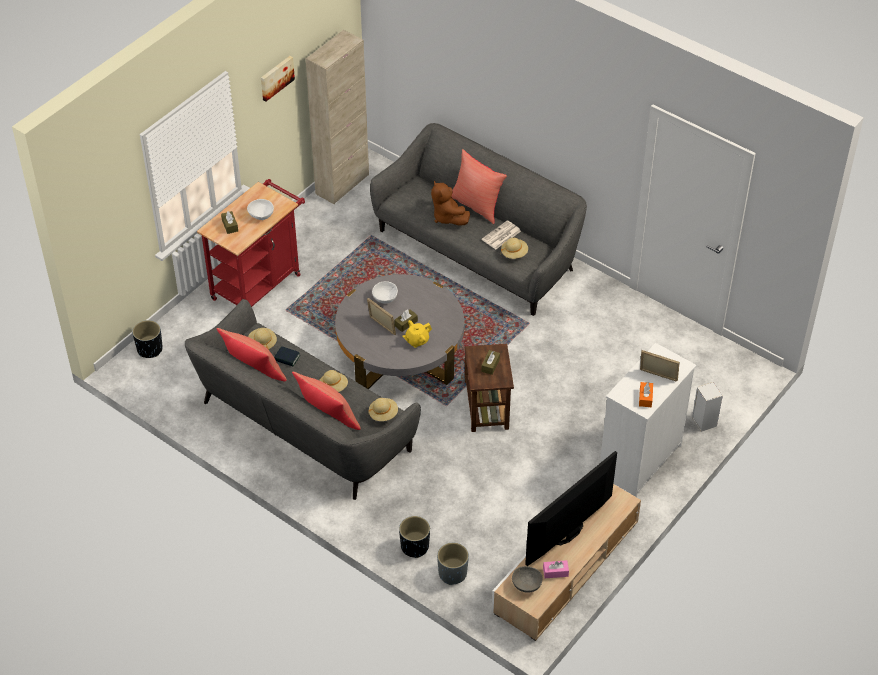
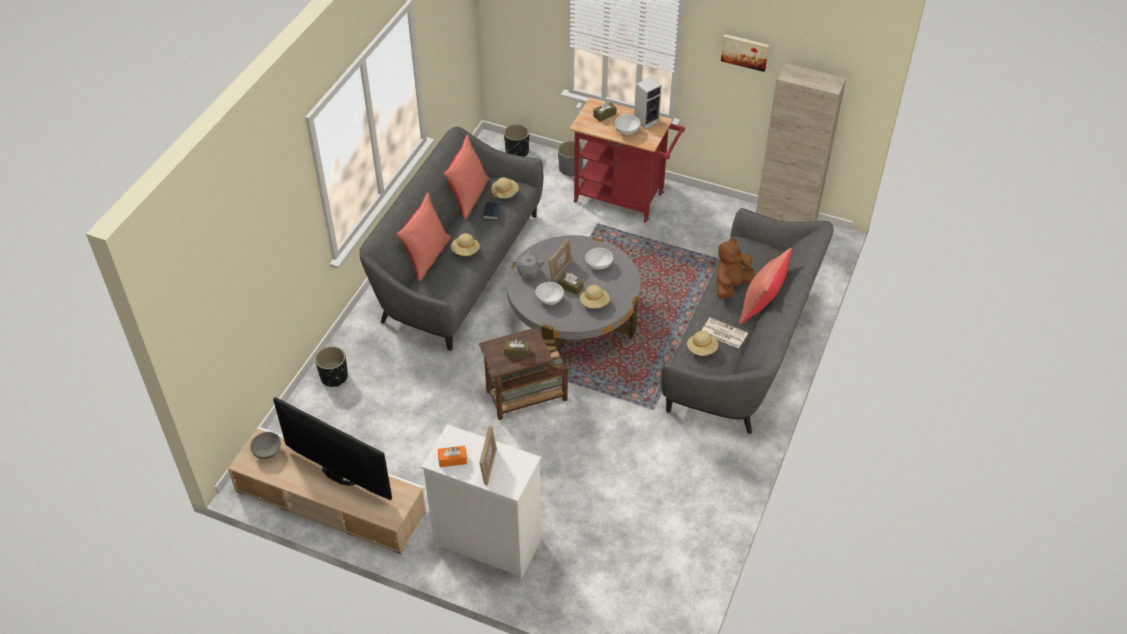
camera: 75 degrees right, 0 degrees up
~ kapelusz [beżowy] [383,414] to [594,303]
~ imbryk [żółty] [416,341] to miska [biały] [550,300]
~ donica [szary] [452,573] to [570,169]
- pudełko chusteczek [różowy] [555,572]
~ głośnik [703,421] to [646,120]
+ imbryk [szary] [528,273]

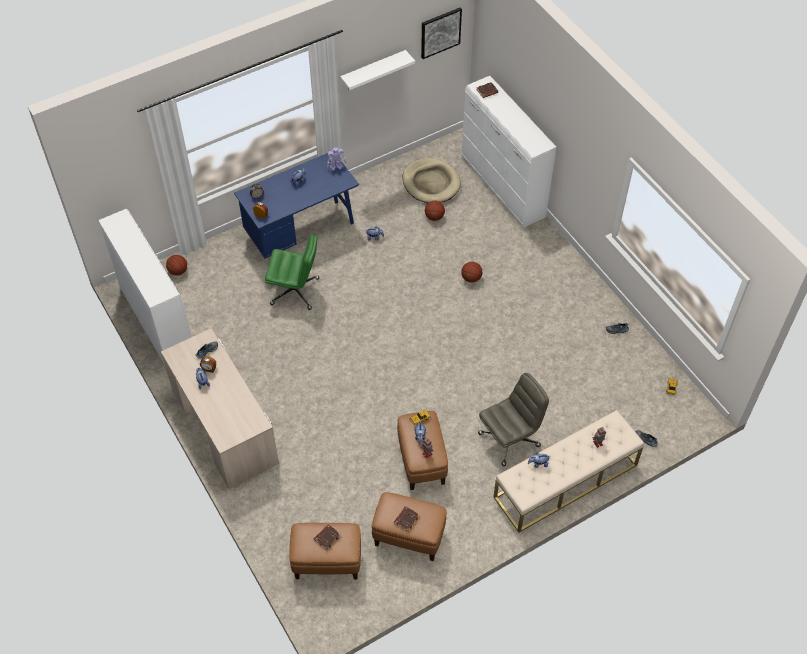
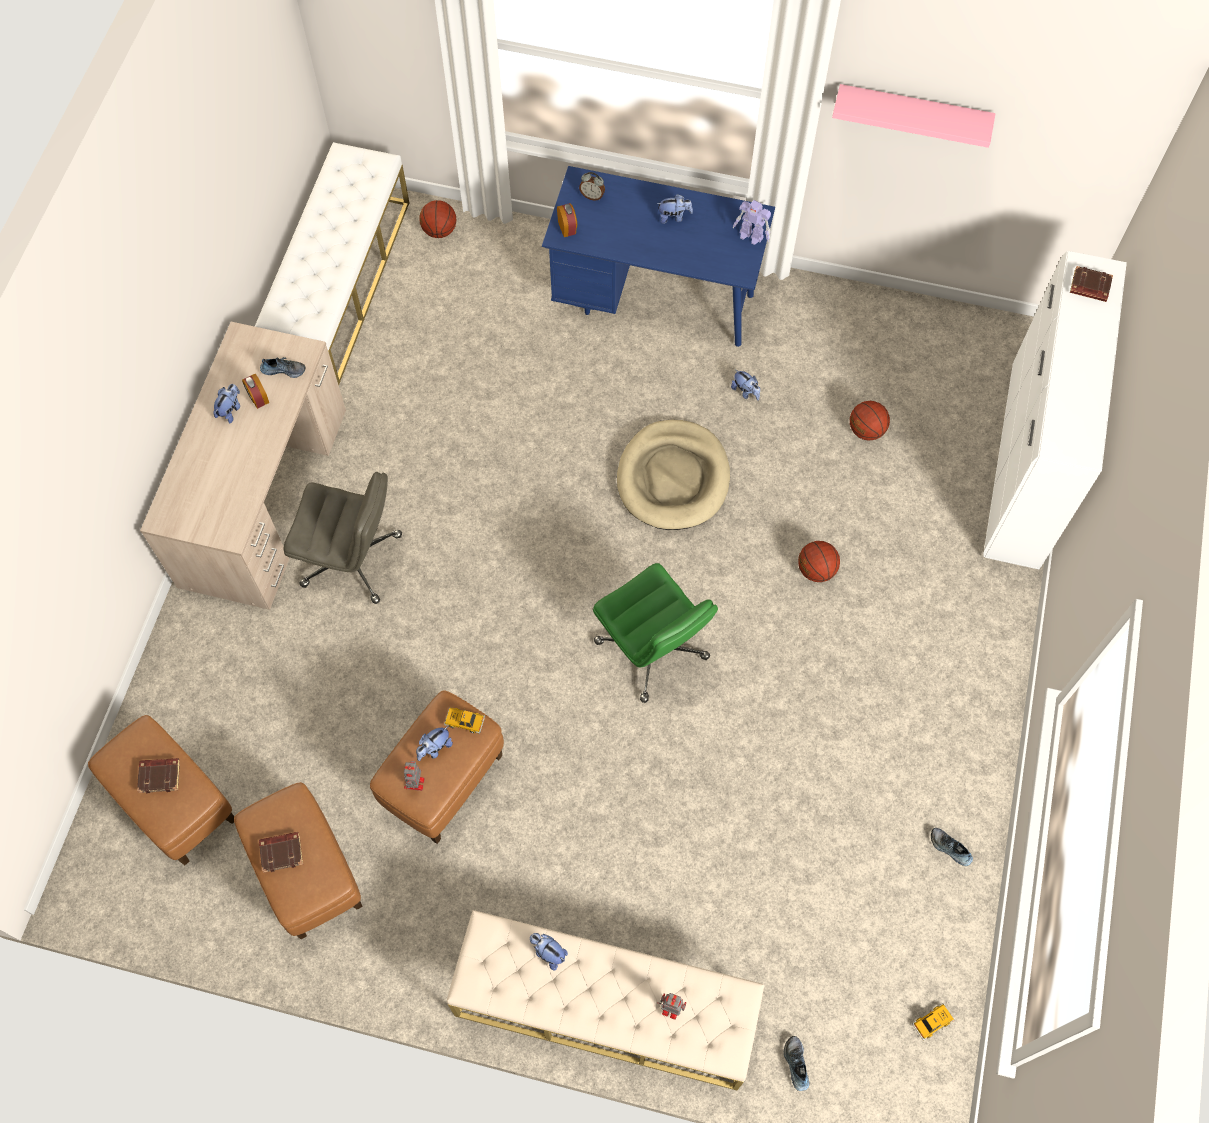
camera: 45 degrees right, 10 degrees up
~ komoda [biały] [158,323] to ławka [biały] [341,283]
~ krzesło biurowe [zielony] [295,291] to [653,650]
~ półka [biały] [373,70] to półka [różowy] [913,113]
~ legowisko [beżowy] [431,183] to [673,478]
- obraz [440,32]
~ krzesło biurowe [szary] [509,439] to [353,560]

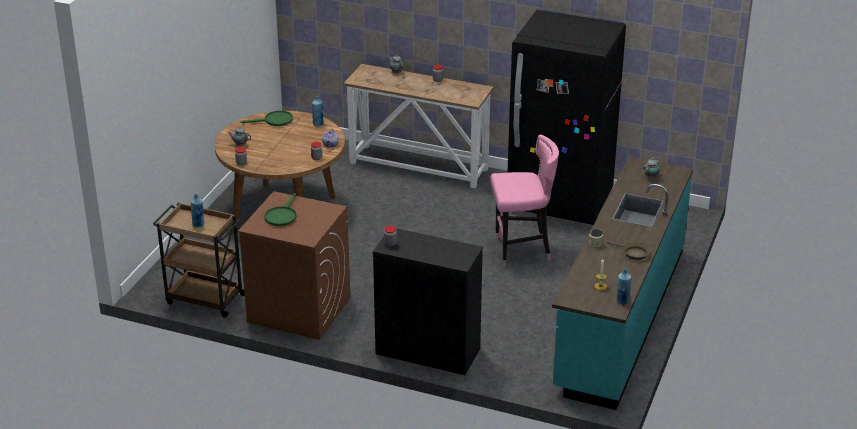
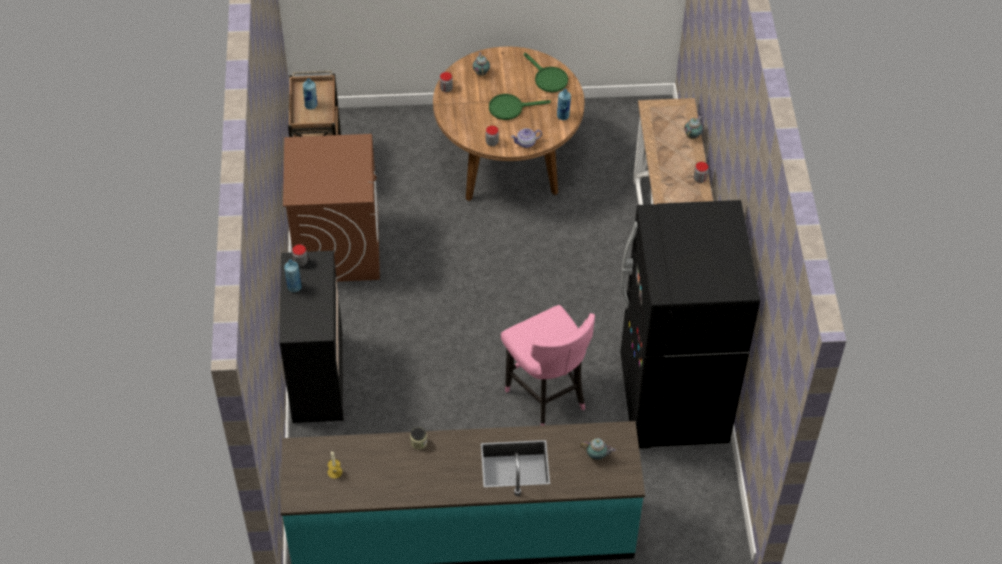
camera: 65 degrees right, 20 degrees up
~ patelnia [zielony] [282,216] to [510,108]
- patelnia [brązowy] [633,253]
~ butelka [niebieski] [622,301] to [294,287]

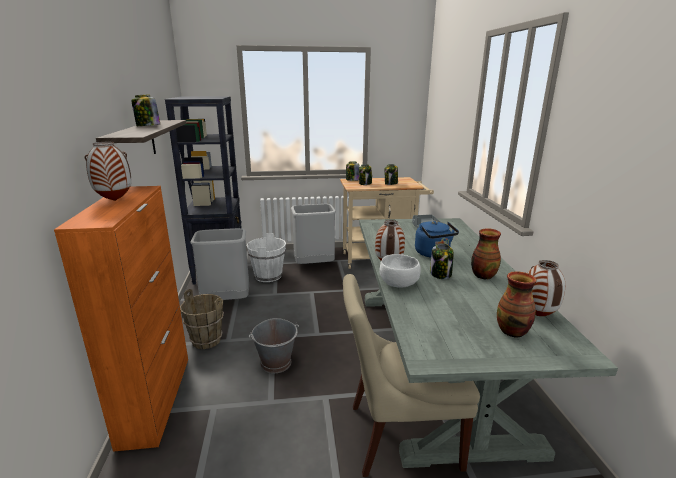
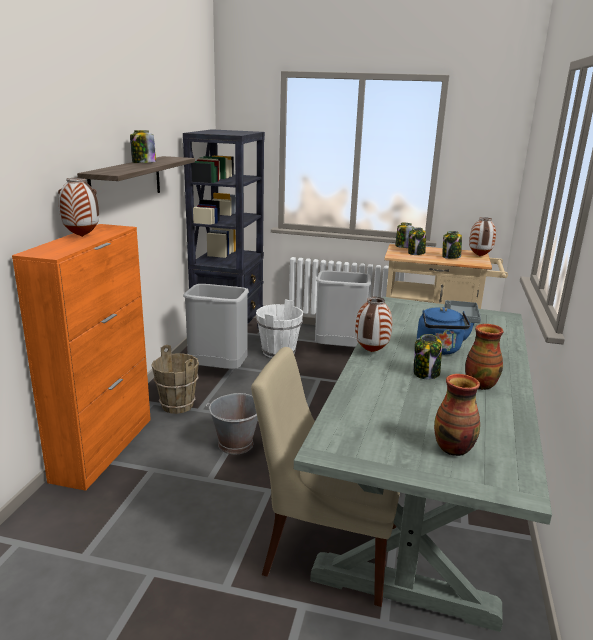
camera: 20 degrees right, 0 degrees up
- miska [biały] [399,283]
~ wazon [538,316] to [480,256]

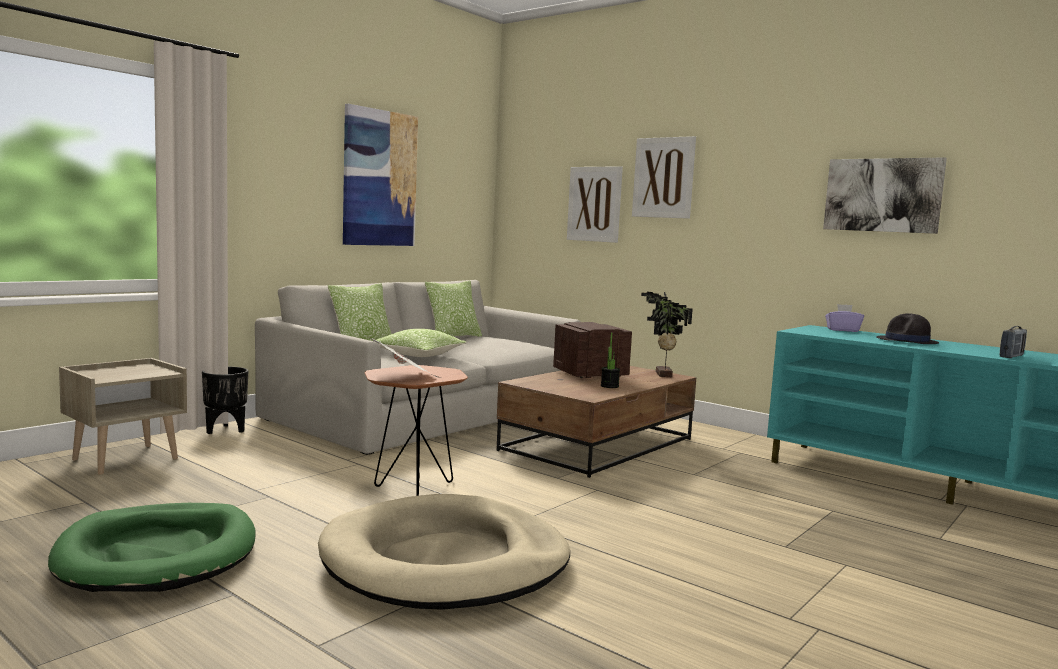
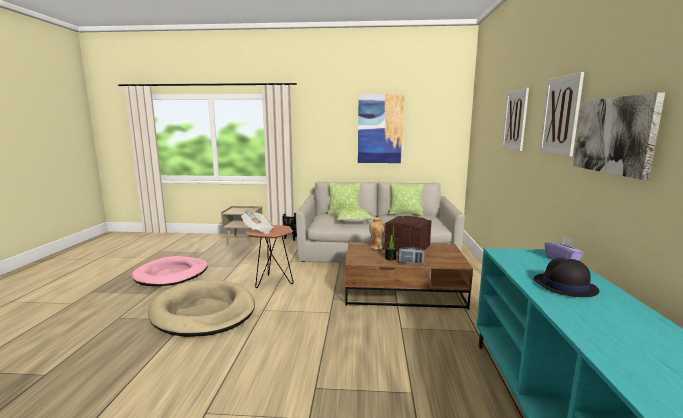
camera: 55 degrees right, 5 degrees up
~ legowisko [zielony] [158,554] to legowisko [różowy] [172,274]
~ obraz [594,204] to [560,116]
- roślina doniczkowa [662,374]
~ radio [1011,356] to [411,263]
+ wazon [376,247]

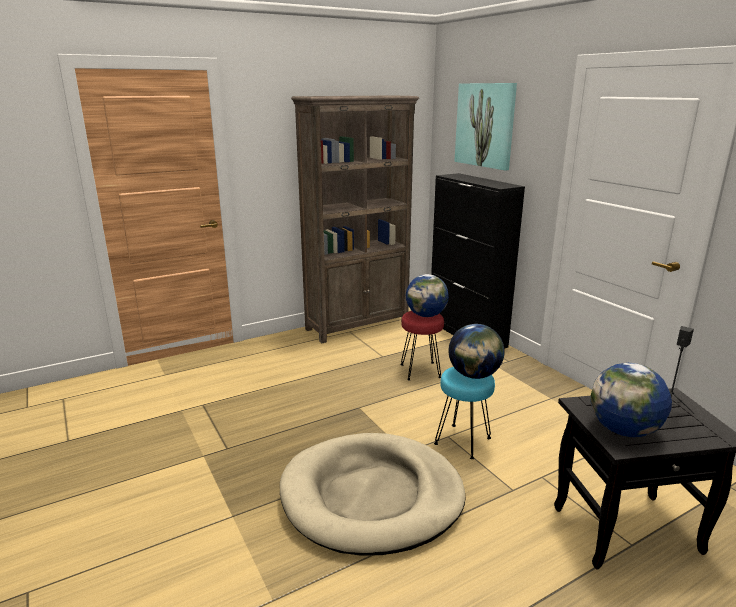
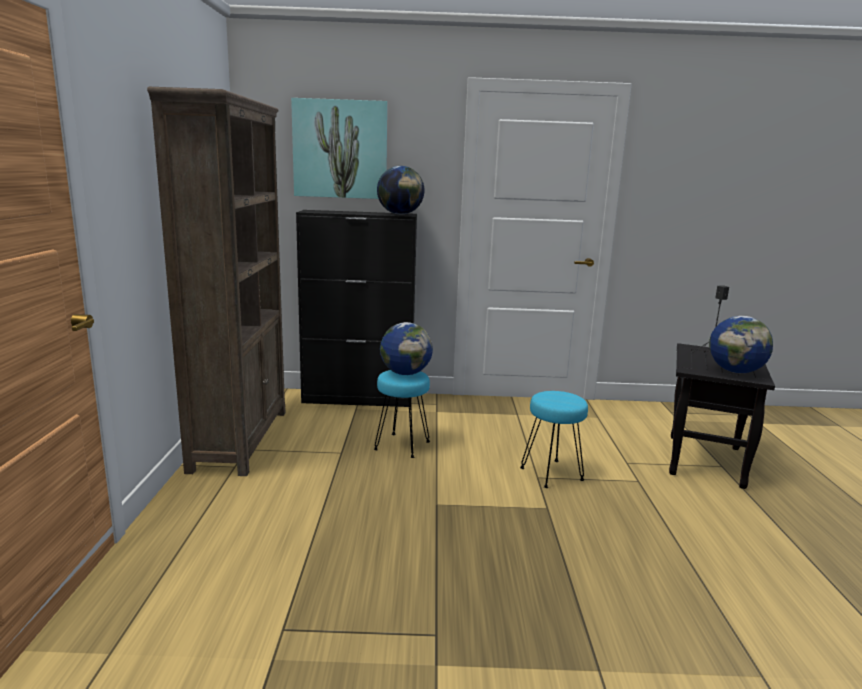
camera: 60 degrees left, 5 degrees down
- legowisko [beżowy] [372,496]
~ stołek [czerwony] [420,371] to stołek [turkusowy] [401,445]
~ globus [474,375] to [400,214]

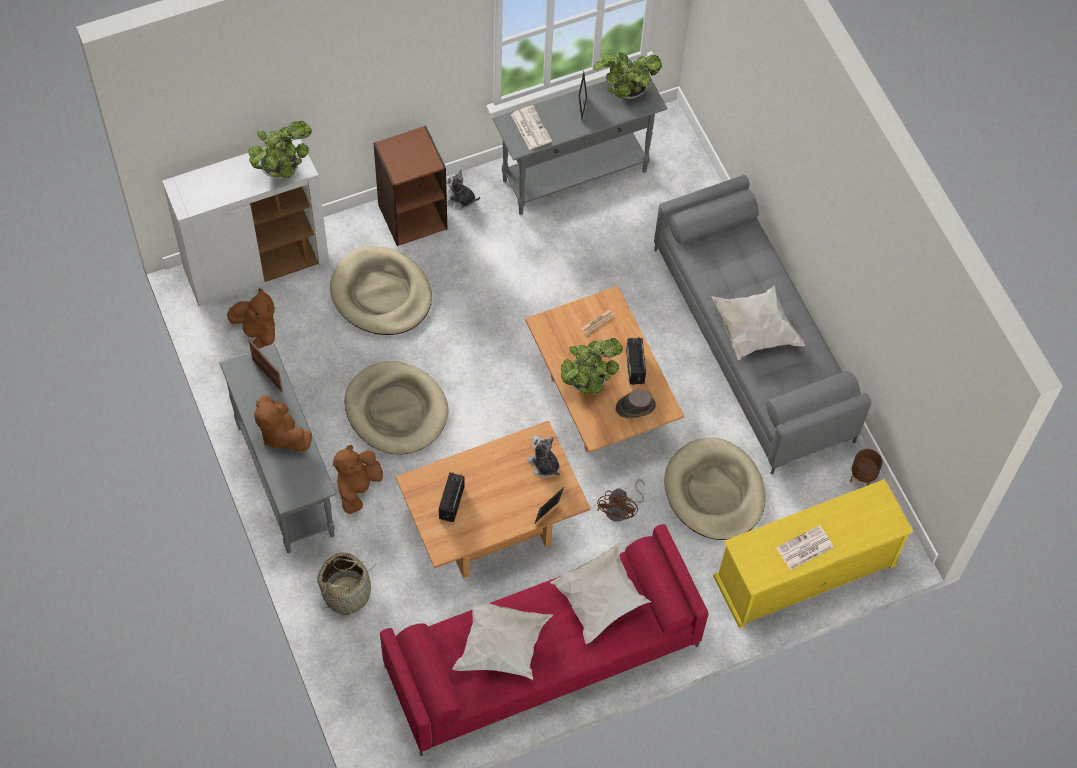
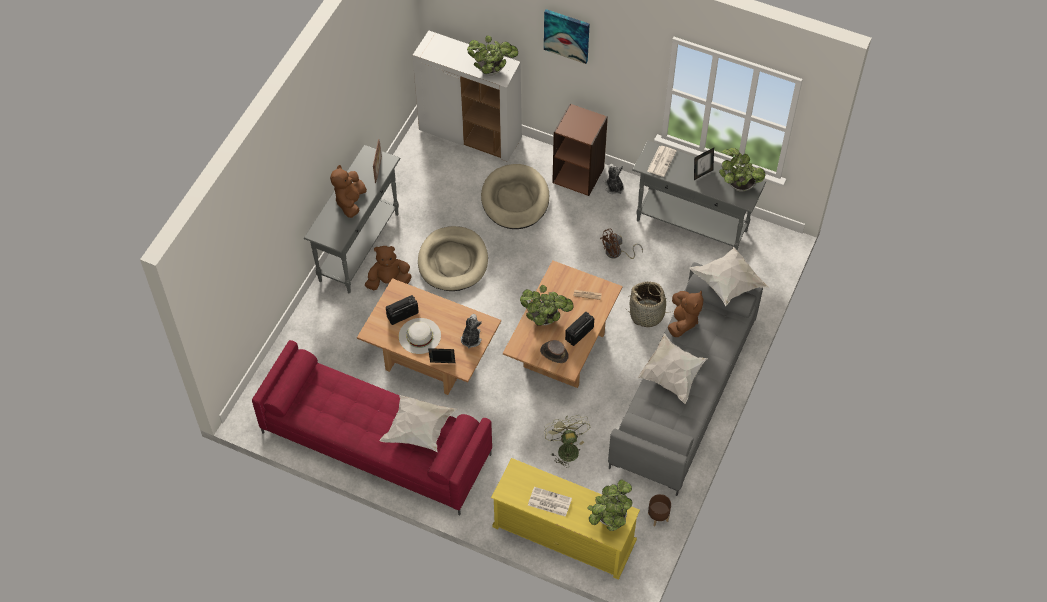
camera: 50 degrees right, 5 degrees down
~ pluszak [brązowy] [257,334] to [682,321]
~ koszyk [347,592] to [647,314]
~ poduszka [biały] [502,647] to [728,284]
~ wentylator [brązowy] [621,509] to [617,253]
~ legowisko [beżowy] [714,491] to wentylator [zielony] [566,448]
+ kapelusz [biały] [419,336]
+ obraz [567,35]
+ roślina doniczkowa [609,518]

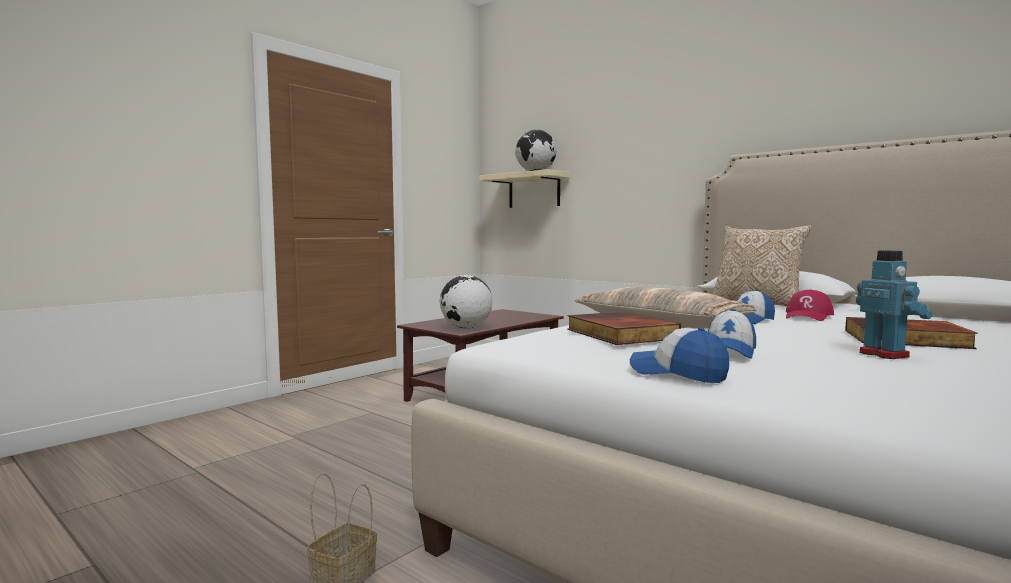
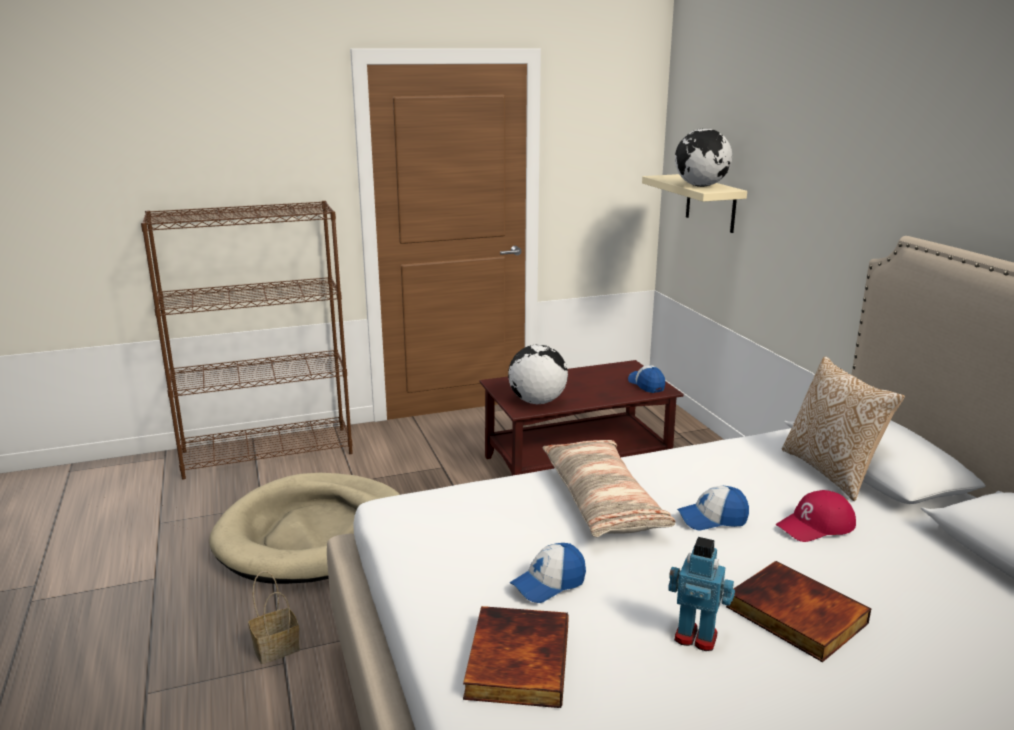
camera: 30 degrees right, 15 degrees up
~ książka [618,334] to [515,660]
~ czapka z daszkiem [678,373] to [646,385]
~ robot zabawkowy [884,354] = [696,636] 75 degrees counterclockwise
+ regał [brązowy] [268,452]
+ legowisko [beżowy] [313,534]

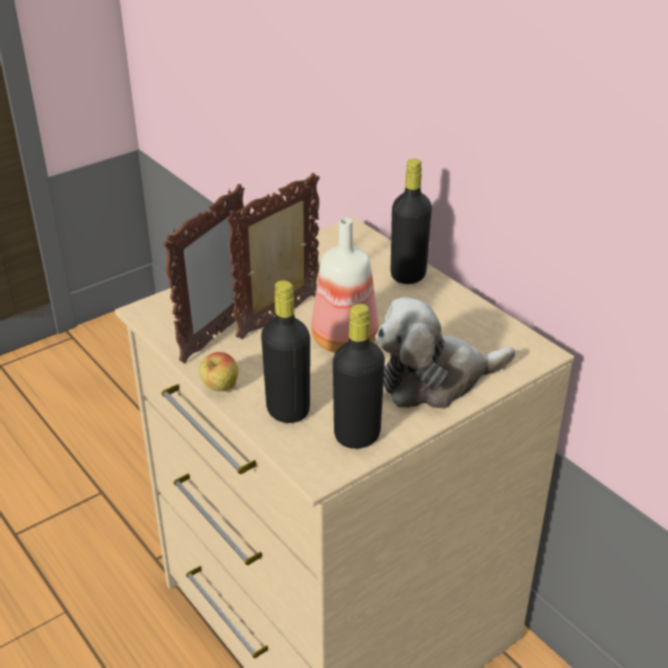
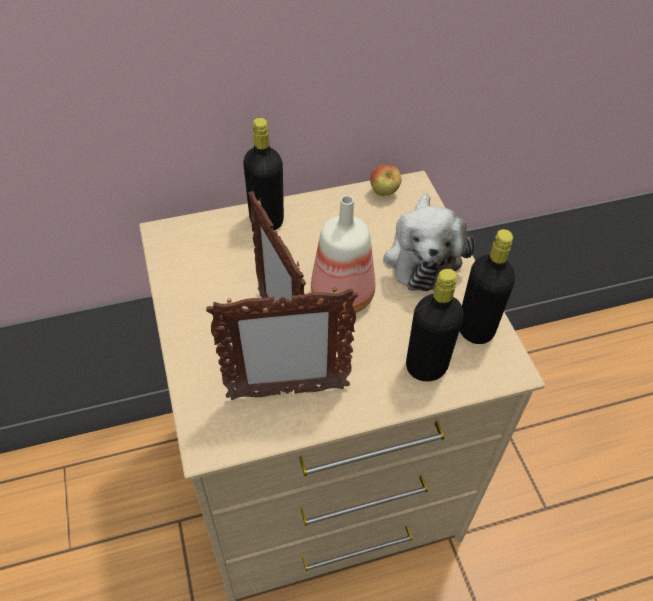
camera: 70 degrees left, 15 degrees up
~ ramka na zdjęcie [215,336] = [287,392] 120 degrees clockwise
~ jabłko [220,388] to [384,193]

